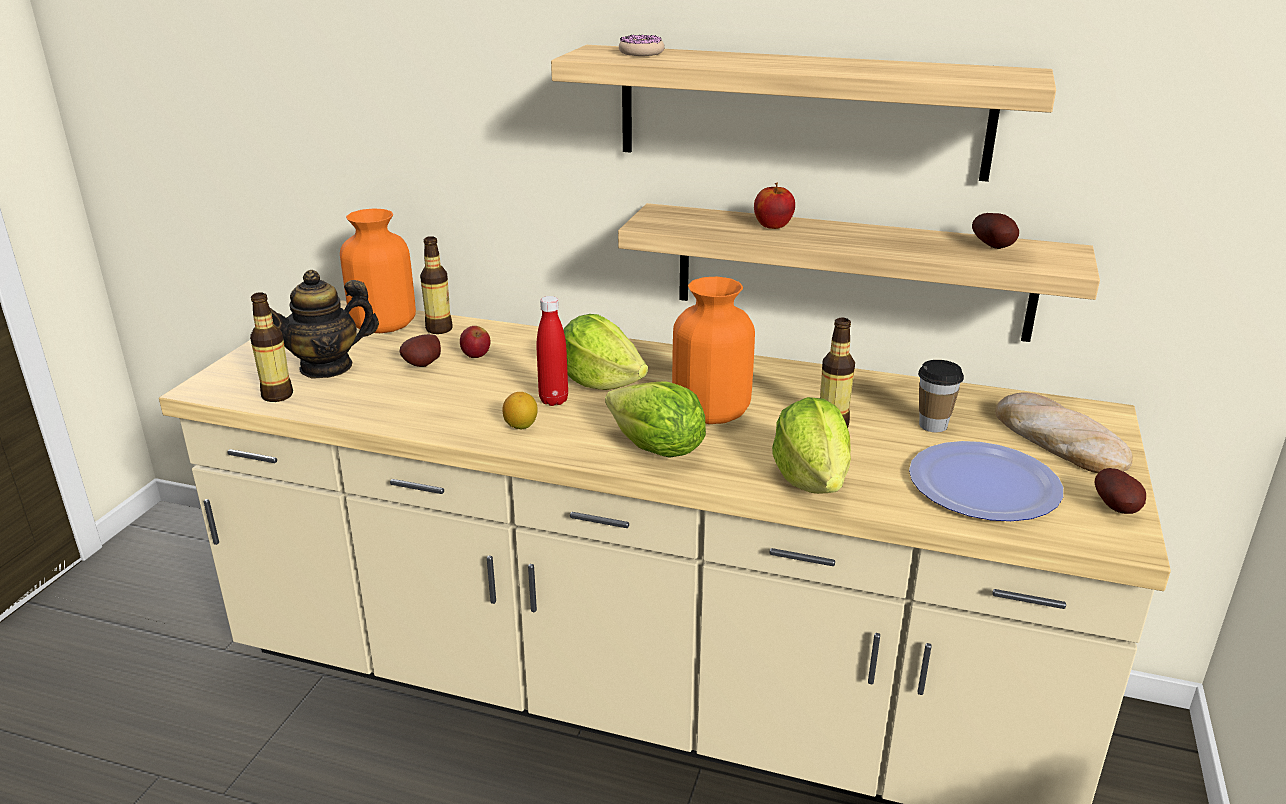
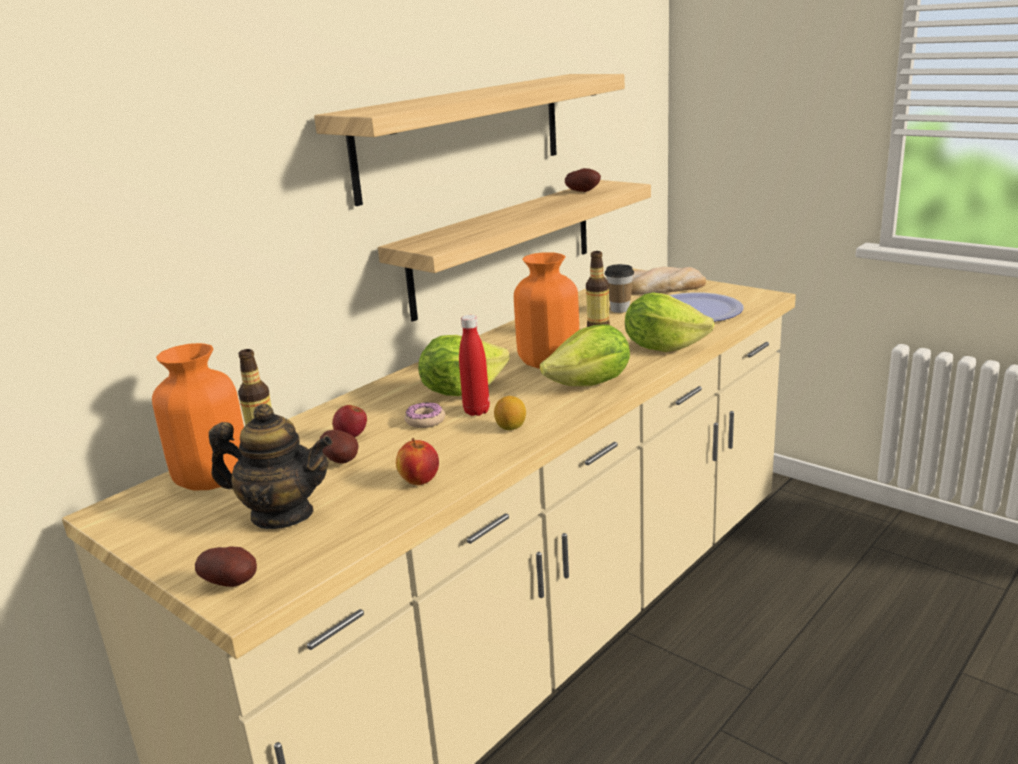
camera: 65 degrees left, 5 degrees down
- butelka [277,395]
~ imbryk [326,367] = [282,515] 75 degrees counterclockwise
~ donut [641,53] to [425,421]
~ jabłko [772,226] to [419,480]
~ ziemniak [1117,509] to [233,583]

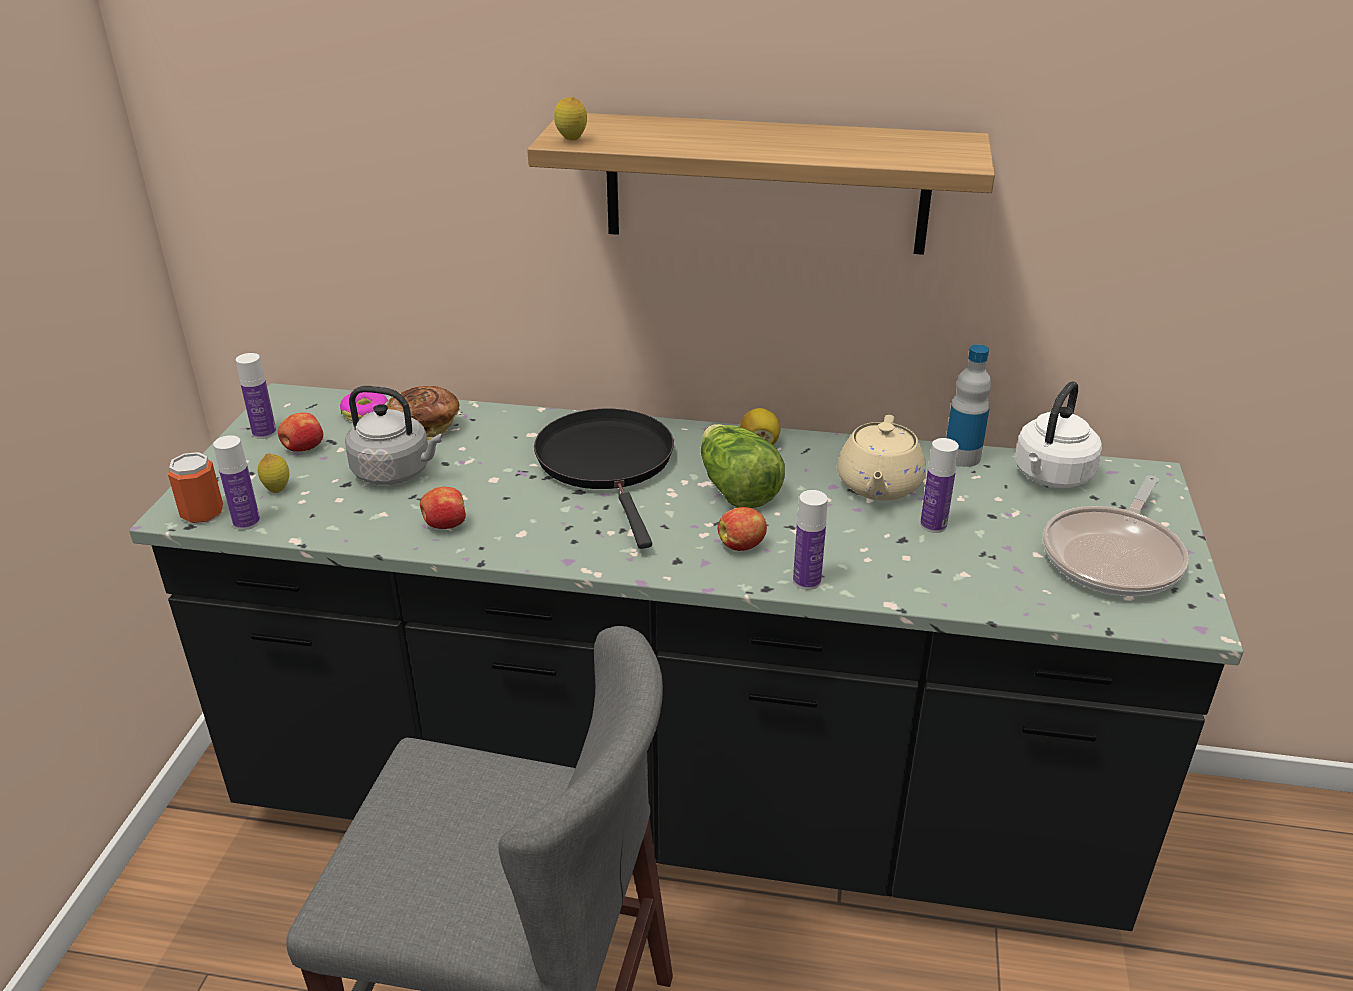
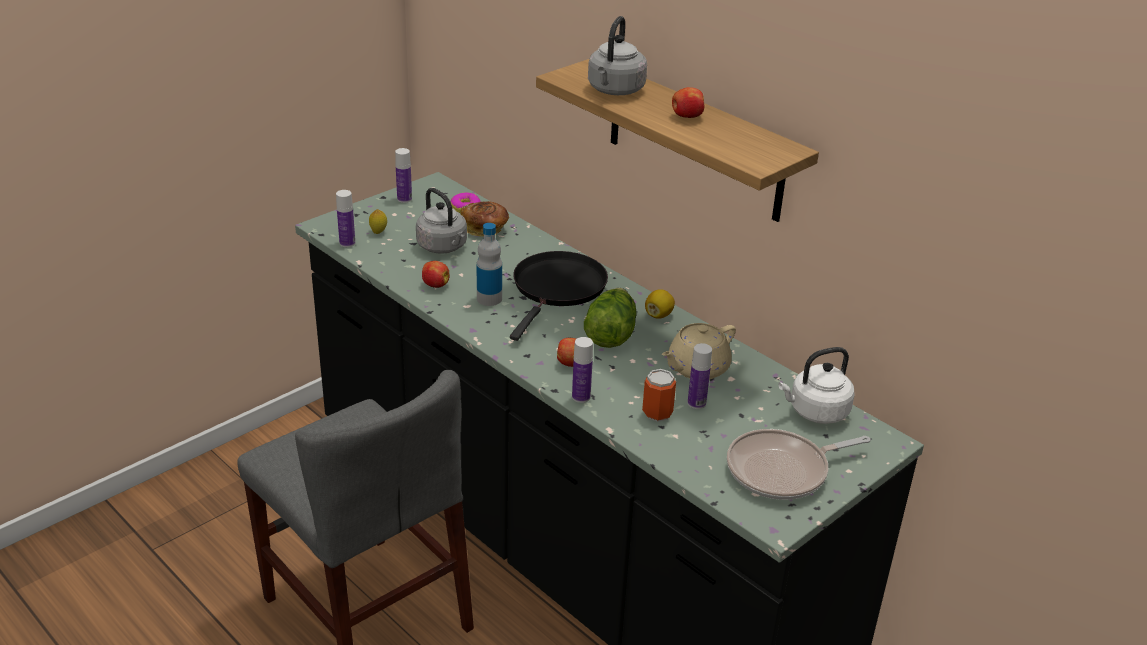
camera: 35 degrees right, 0 degrees up
~ puszka [202,514] to [657,413]
~ jabłko [303,449] to [686,116]
- cytryna [571,141]
~ butelka [962,457] to [489,299]
+ czajnik [szary] [615,90]

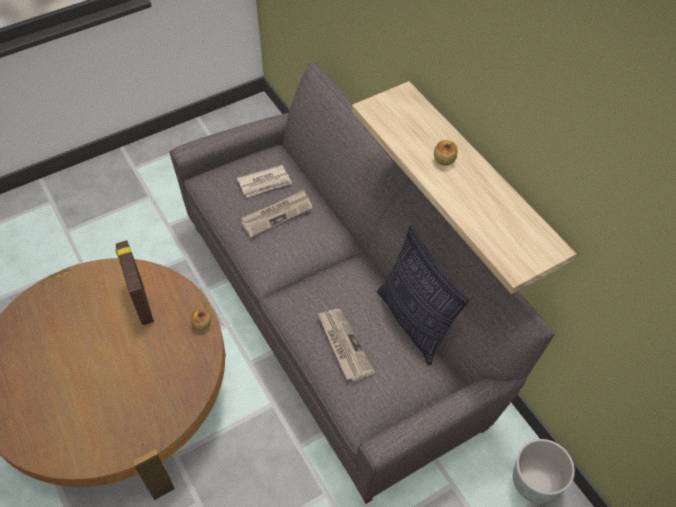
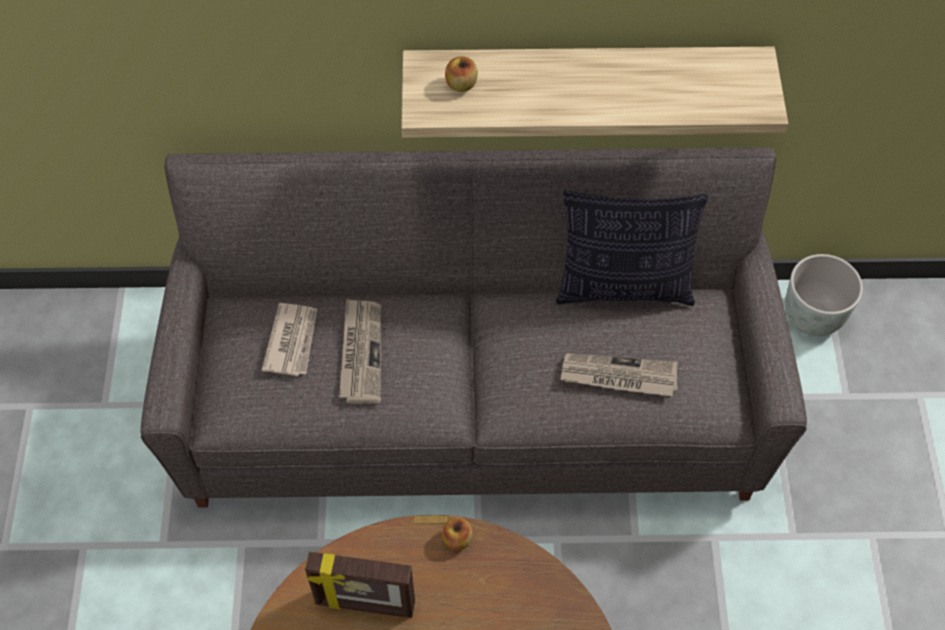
camera: 60 degrees left, 5 degrees up
~ jabłko [444,160] to [461,84]

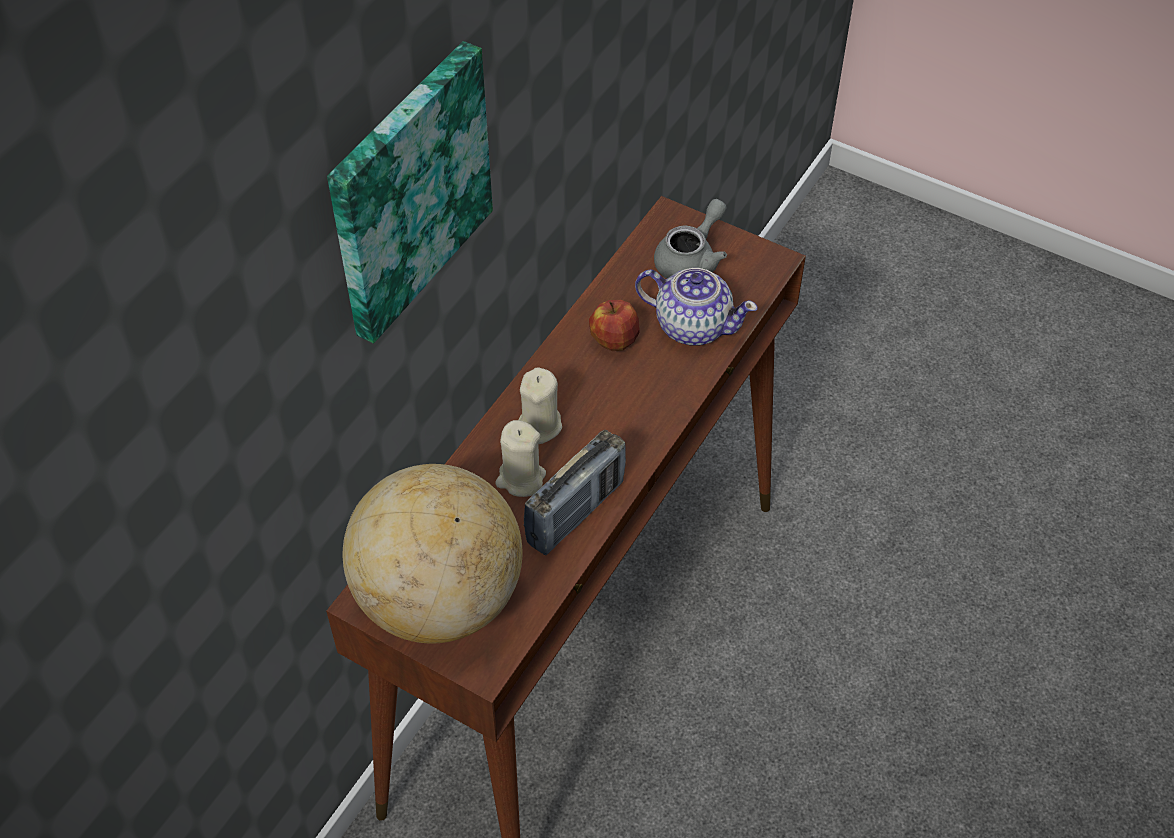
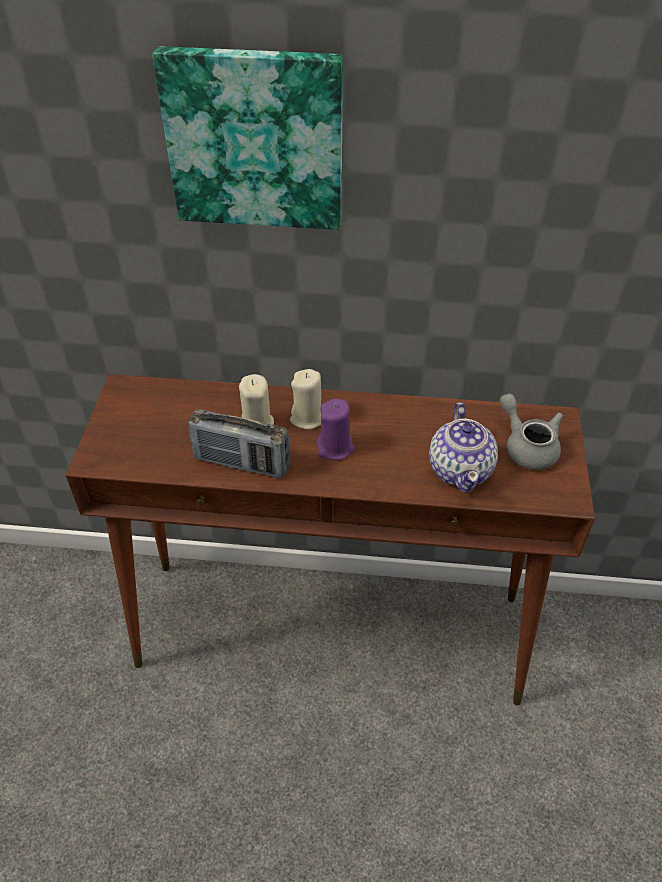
camera: 65 degrees right, 5 degrees down
- globus [440,598]
- jabłko [614,341]
~ imbryk [szary] [691,260] = [527,446] 135 degrees counterclockwise
+ świeca [fioletowy] [335,447]

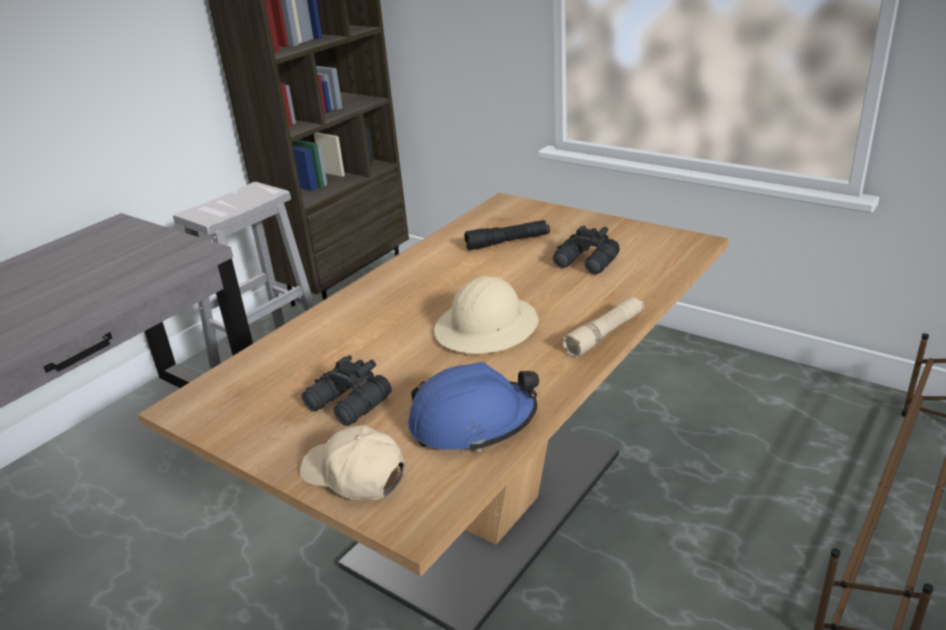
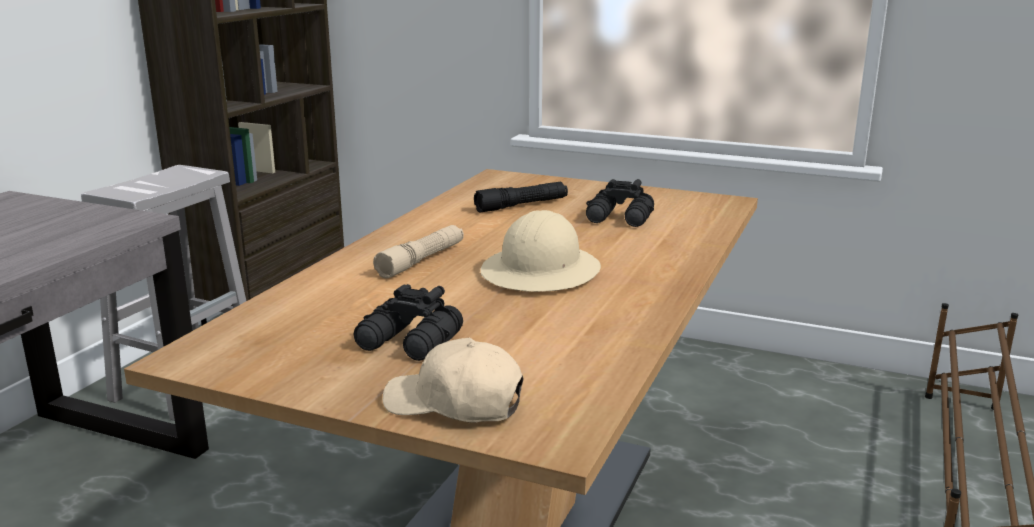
camera: 15 degrees left, 10 degrees down
- kask [niebieski] [472,422]
~ latarka [beżowy] [604,334] to [421,260]

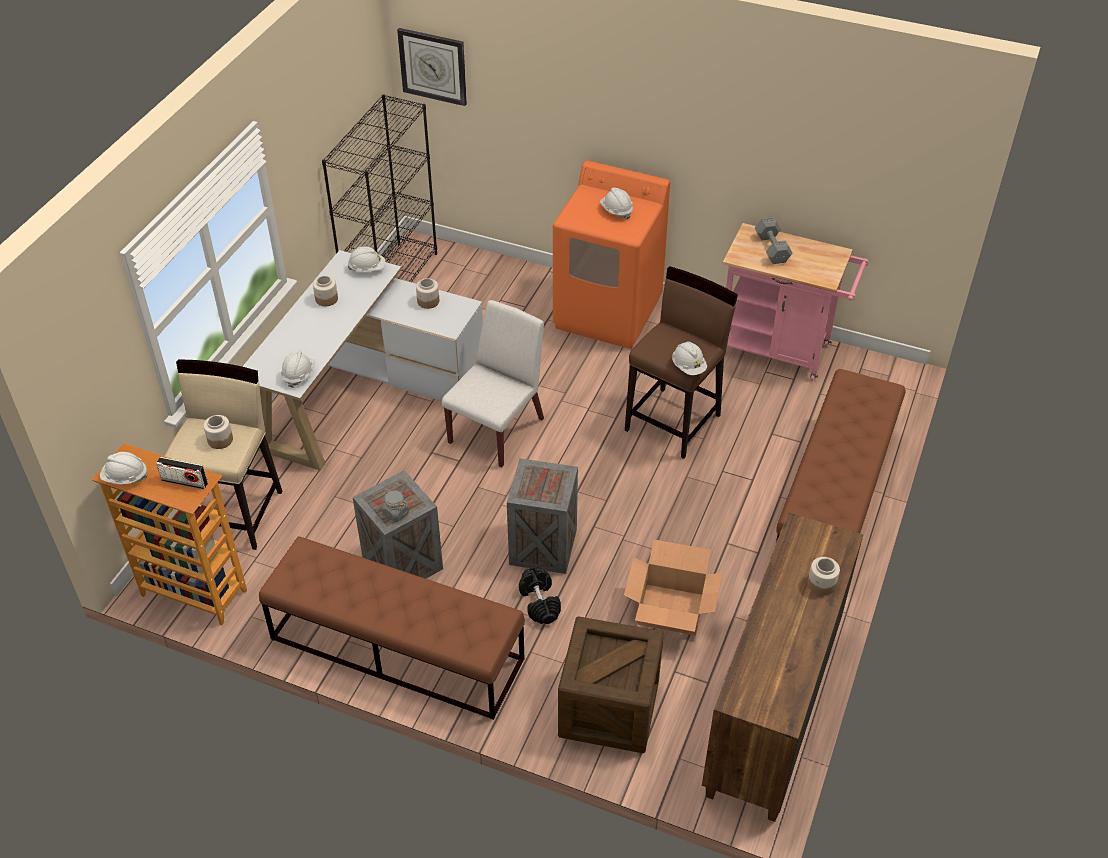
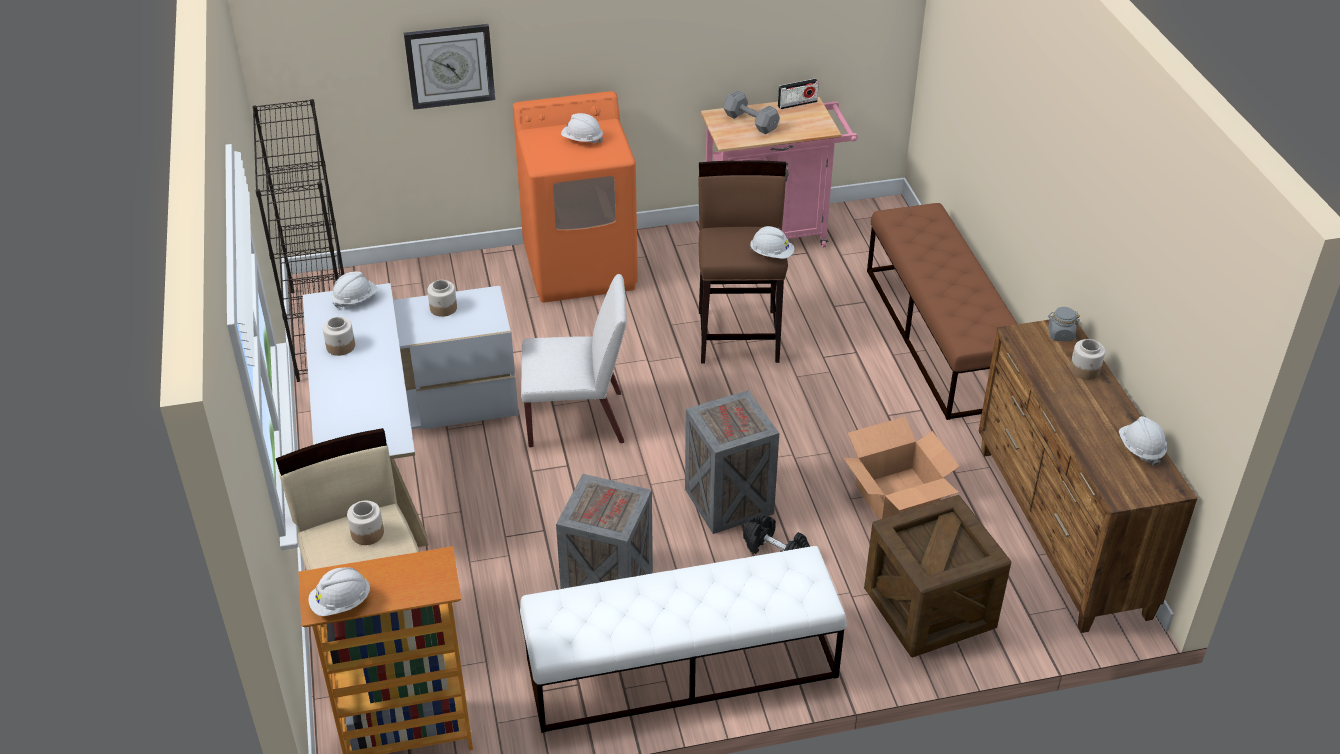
camera: 35 degrees left, 5 degrees down
~ radio [184,482] to [797,104]
~ ławka [brązowy] [396,648] to ławka [biały] [680,668]
~ kask [biały] [298,375] to [1140,449]
~ słoik [szary] [395,513] to [1060,335]
~ zegar ścienny [433,66] to [450,65]
~ krzesło [biały] [497,430] = [577,419] 90 degrees clockwise

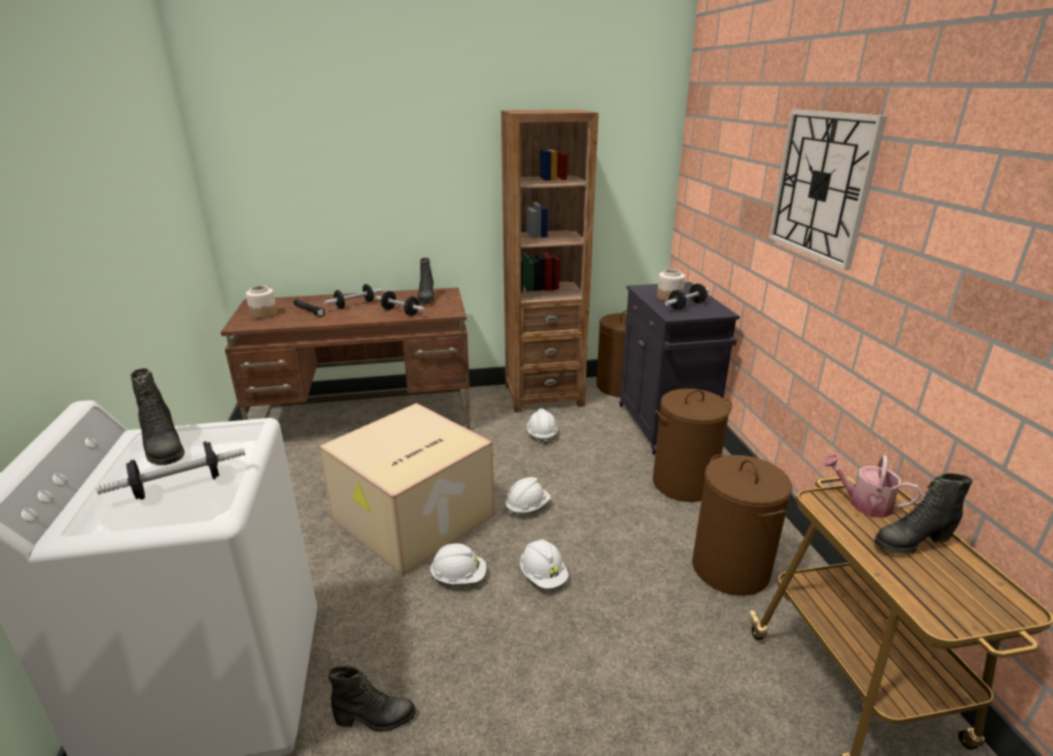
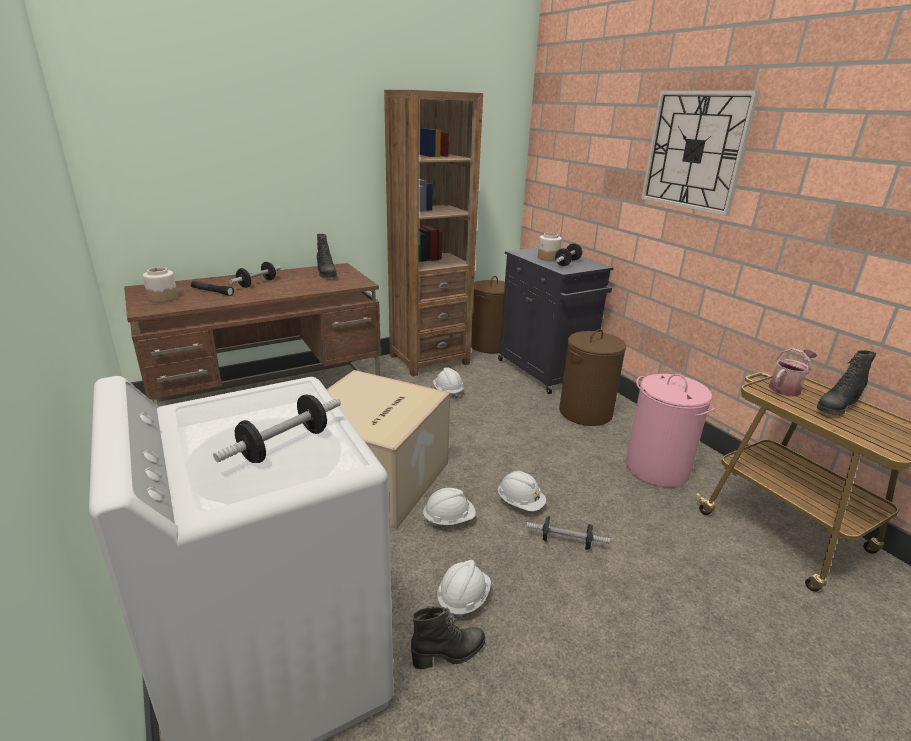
camera: 20 degrees left, 0 degrees up
- but z cholewką [czarny] [163,449]
~ hantel [400,312] to [565,542]
~ kask [biały] [527,507] to [463,598]
~ kosz na pranie [brązowy] [729,568] to kosz na pranie [różowy] [656,468]
~ konewka [863,503] = [787,388] 135 degrees clockwise

